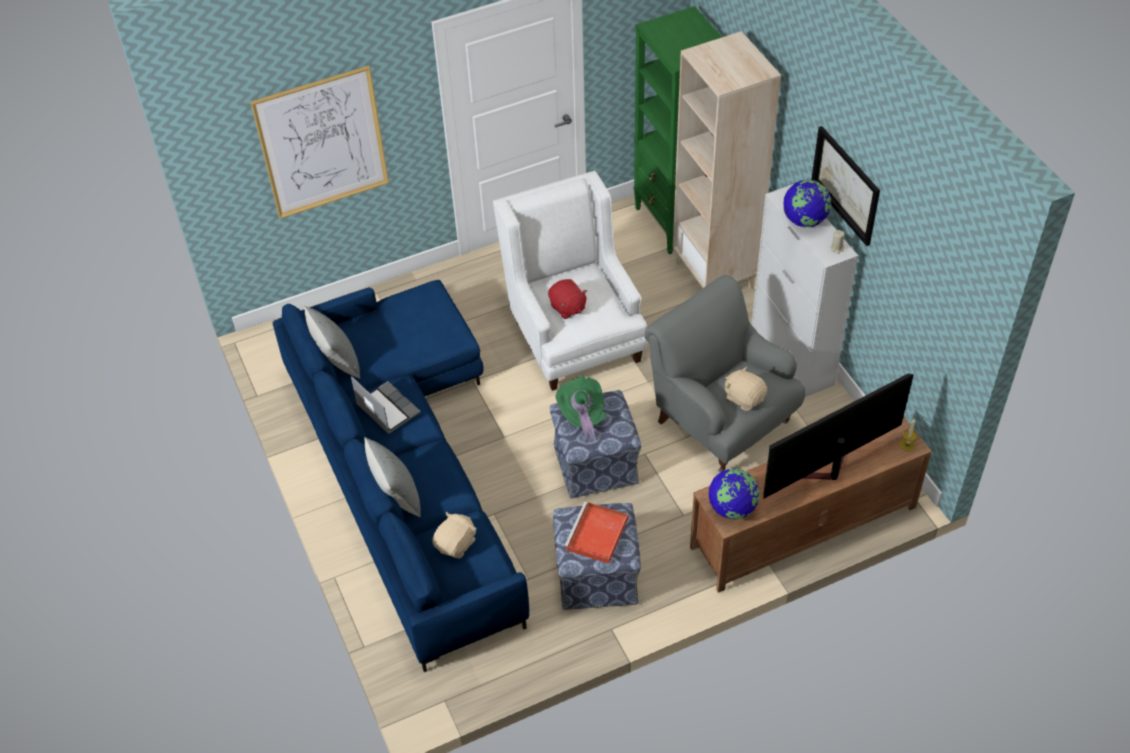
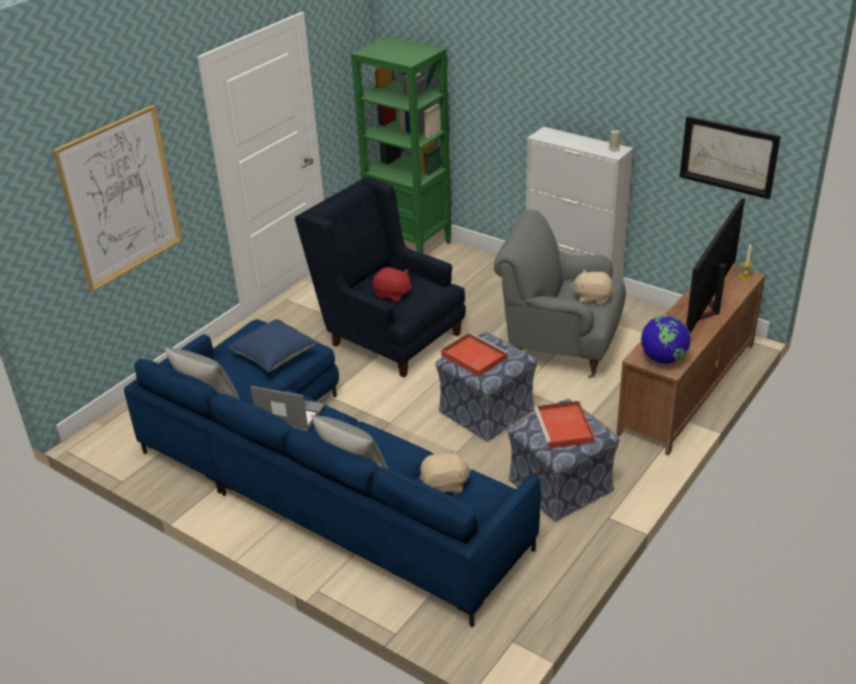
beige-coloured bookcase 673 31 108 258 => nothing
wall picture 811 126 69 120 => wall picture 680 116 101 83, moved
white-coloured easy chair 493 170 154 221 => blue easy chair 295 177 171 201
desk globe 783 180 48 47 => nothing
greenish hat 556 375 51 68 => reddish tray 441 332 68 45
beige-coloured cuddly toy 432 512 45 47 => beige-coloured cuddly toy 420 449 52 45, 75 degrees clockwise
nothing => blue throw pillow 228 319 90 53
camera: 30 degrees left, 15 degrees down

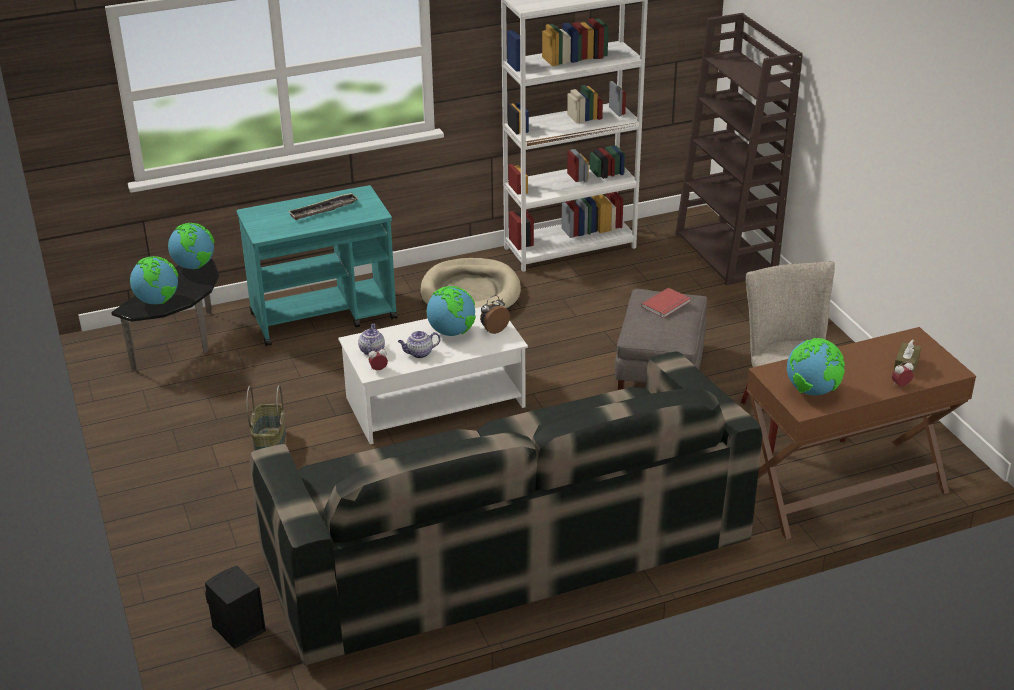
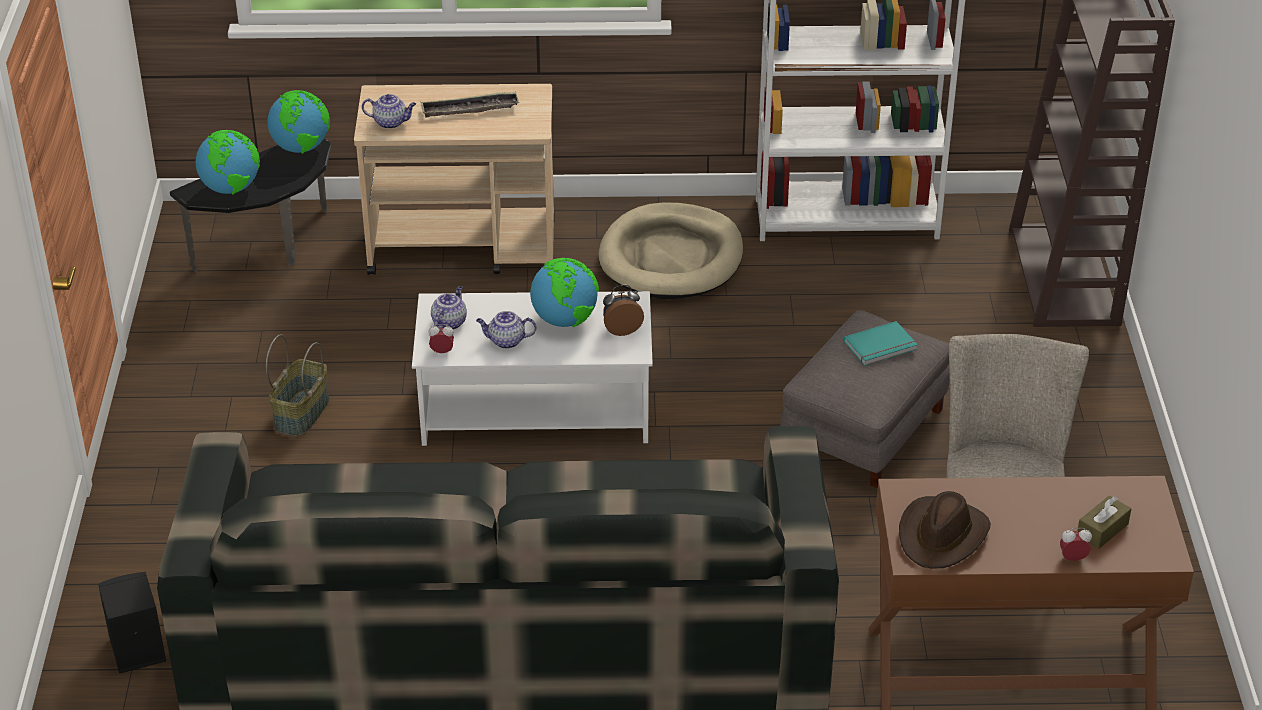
blue-green trolley 237 185 160 161 => beige-coloured trolley 354 84 200 191
reddish bound book 641 288 50 30 => blue-green bound book 844 321 74 45
desk globe 787 338 58 57 => brown-coloured hat 899 491 92 78
nothing => pot for tea 362 94 54 35
camera: 20 degrees right, 5 degrees up

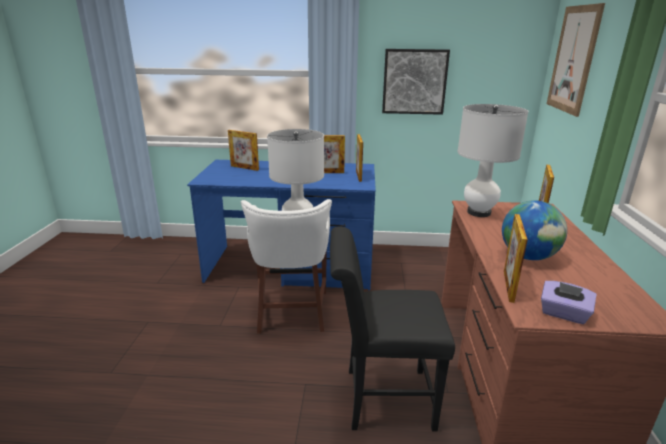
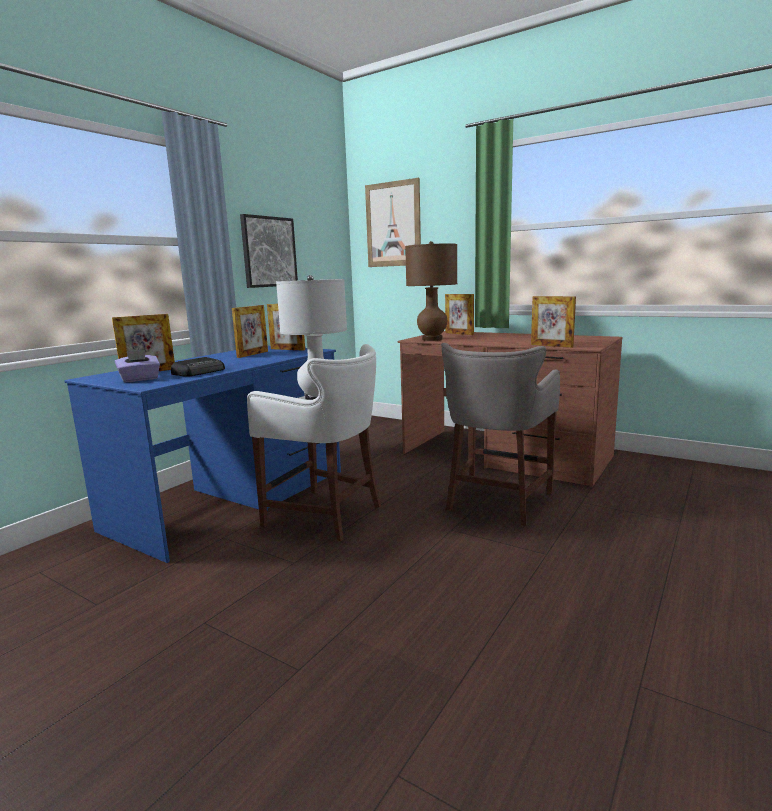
white-coloured table lamp 457 104 71 113 => brown-coloured table lamp 405 241 52 100
desk globe 502 200 65 60 => nothing
black upright chair 330 226 125 205 => greyish stool seat 441 343 119 183
purple box of tissues 541 281 55 43 => purple box of tissues 115 350 45 32, moved
nothing => radio 171 357 54 20
camera: 60 degrees left, 10 degrees down

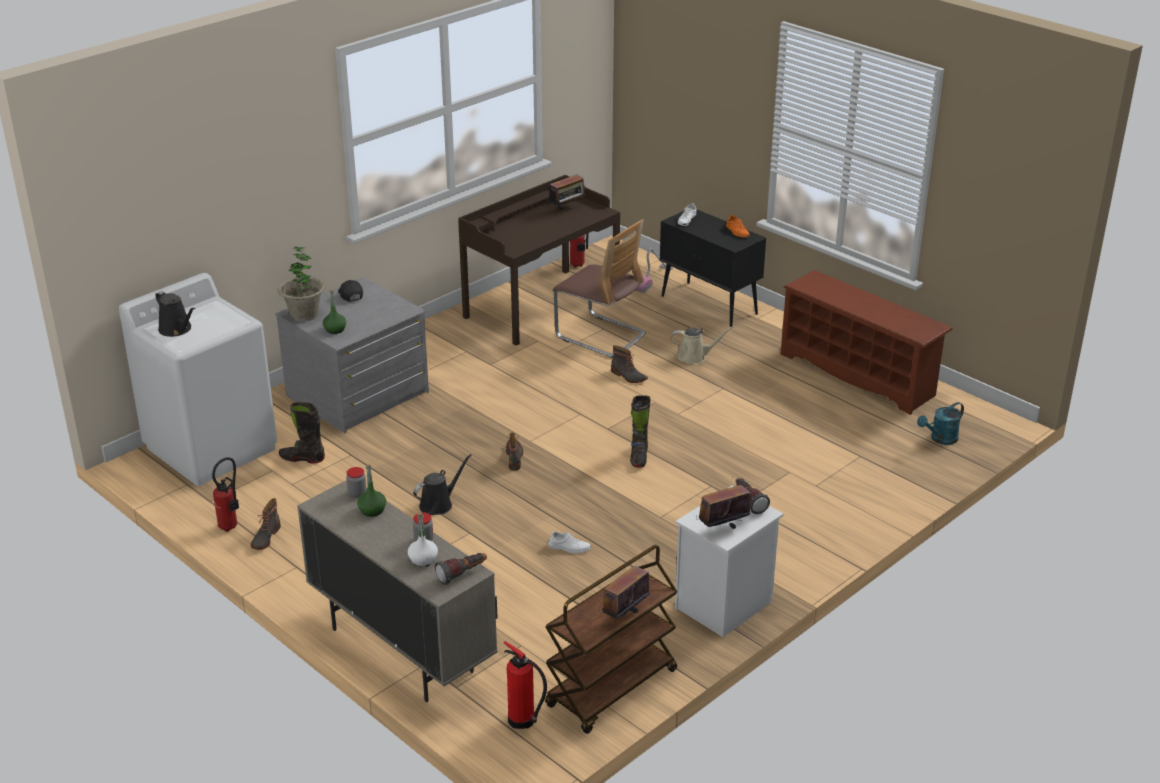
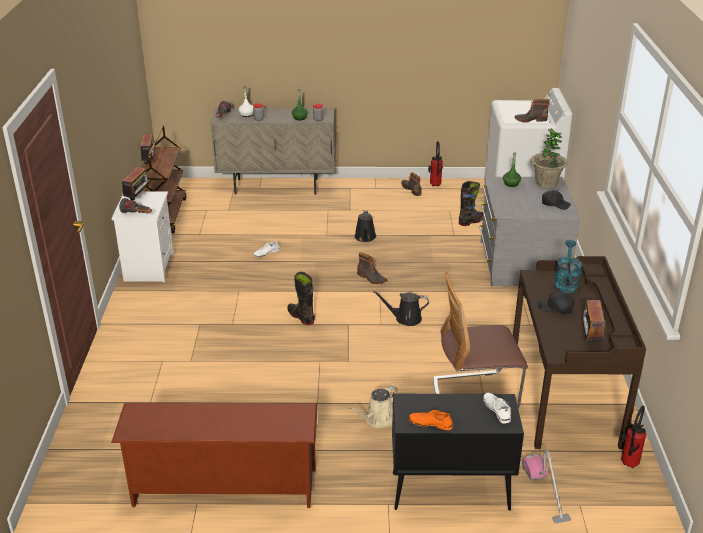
black watering can 155 291 40 46 => black watering can 373 291 56 35, moved
boot 611 345 37 38 => boot 515 99 35 24, moved
blue-green watering can 917 402 47 43 => blue-green watering can 554 240 28 53, moved
extinguisher 504 641 43 88 => nothing
nothing => black baseball cap 538 292 37 22
camera: 135 degrees right, 0 degrees up

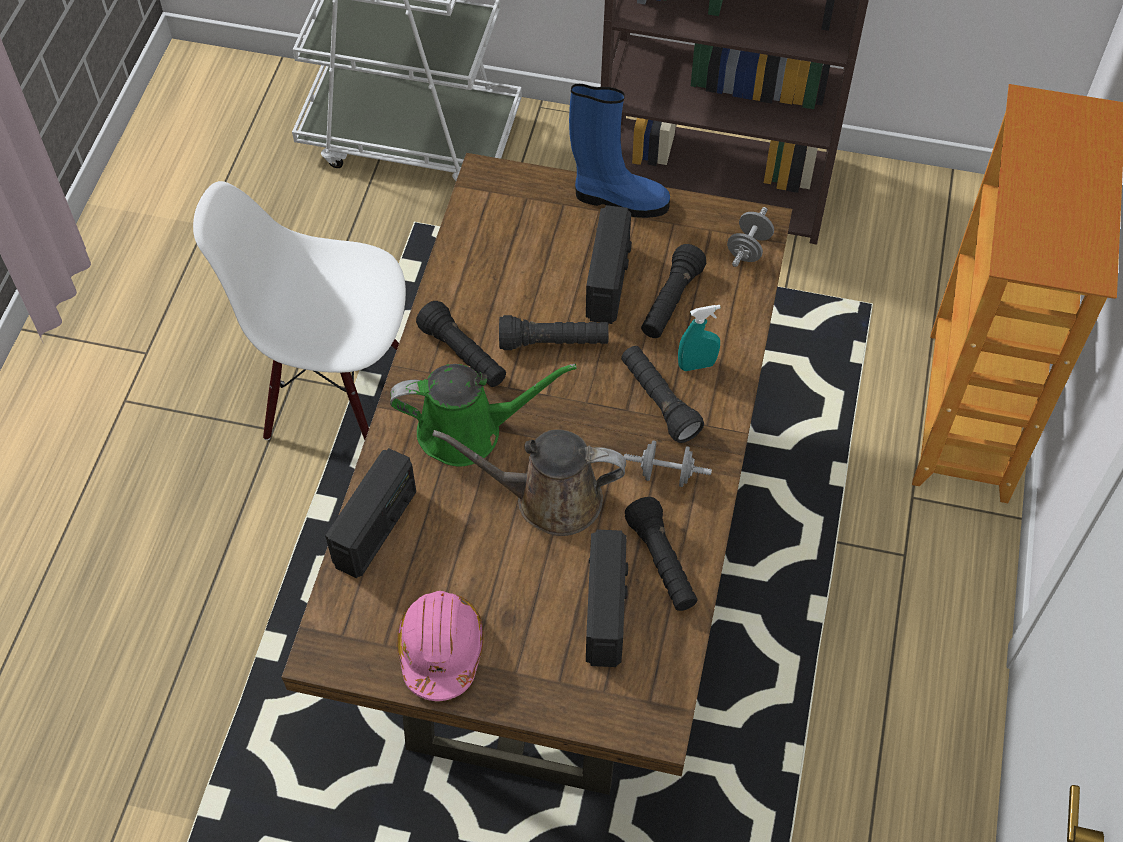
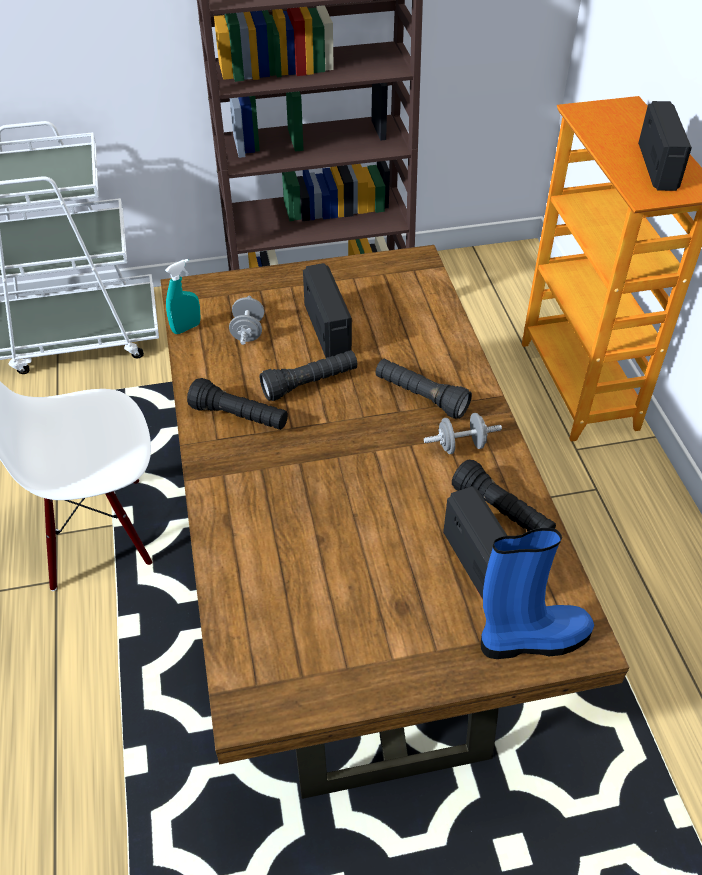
blue boot 569 84 101 134 => blue boot 481 528 113 131, moved
greyish free weight 727 207 47 60 => greyish free weight 229 296 35 49, moved
black flashlight 641 244 65 94 => nothing
blue-green sprayer 678 305 43 66 => blue-green sprayer 165 259 35 75, moved
greenish watering can 390 364 187 103 => nothing
brown-coloured watering can 433 429 193 107 => nothing
radio 325 448 91 130 => radio 638 101 54 90, moved
pink-coloured safety helmet 397 591 86 110 => nothing
camera: 25 degrees left, 10 degrees down

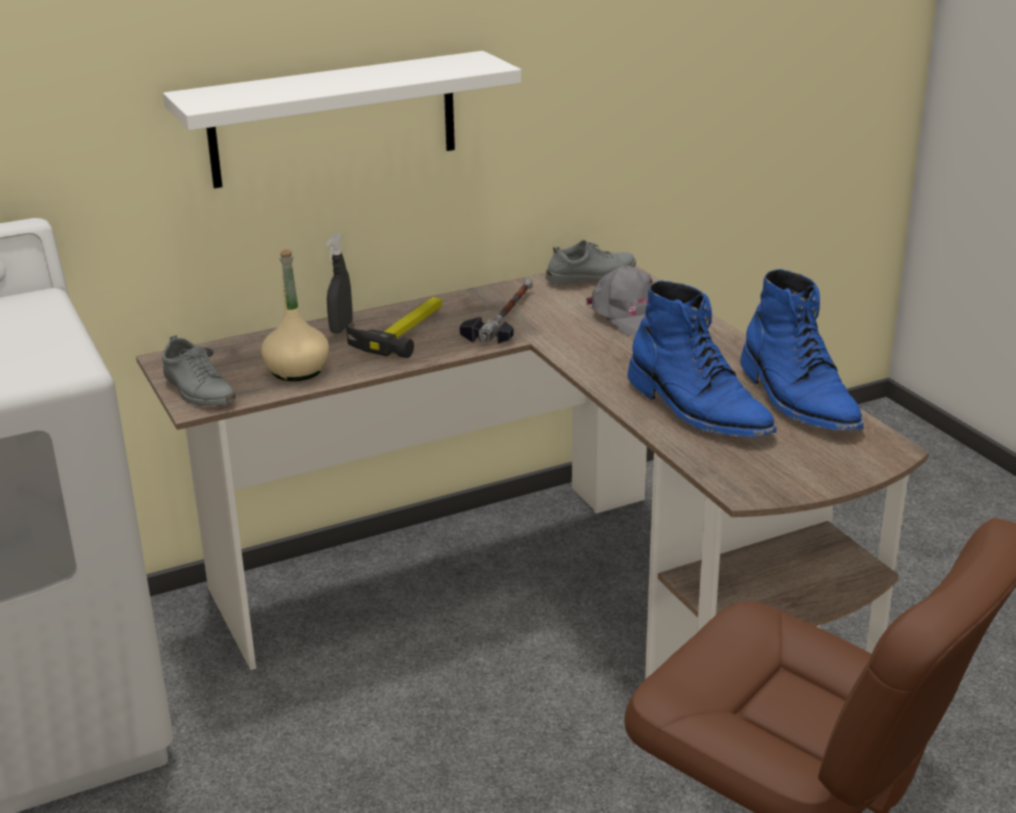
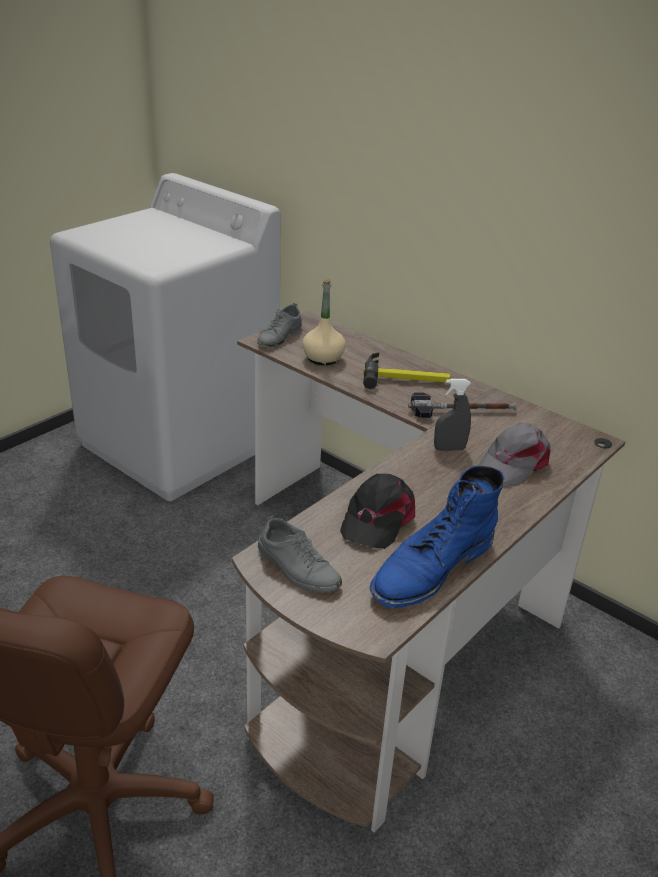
white-coloured bracket shelf 163 51 358 137 => nothing
greyish sprayer 326 233 27 101 => greyish sprayer 434 379 37 72, moved
greyish shoe 546 240 90 44 => greyish shoe 258 515 84 77, moved
blue boot 627 280 149 157 => black baseball cap 340 474 75 75
camera: 65 degrees right, 5 degrees up

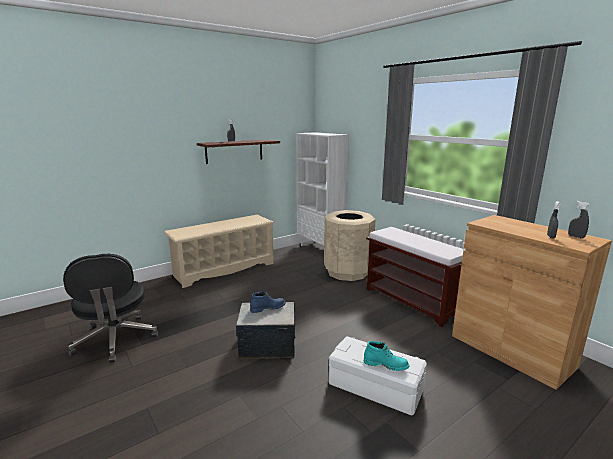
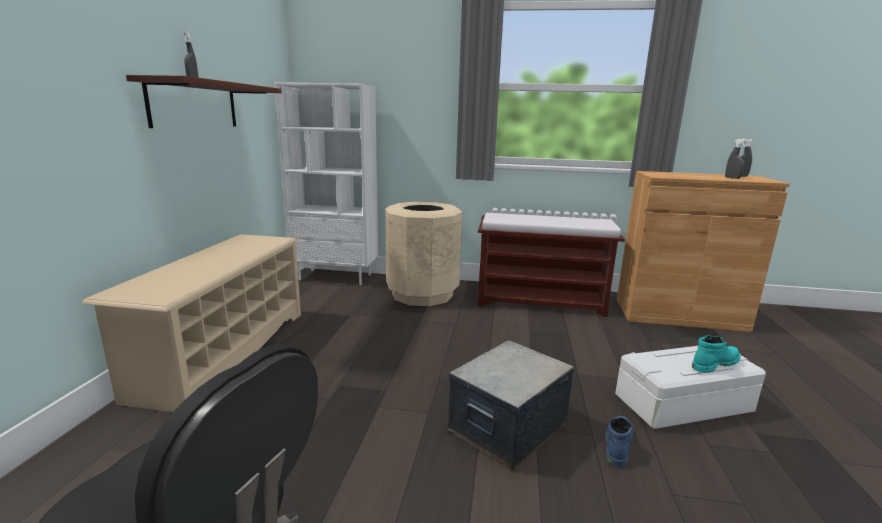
blue boot 250 291 36 22 => blue boot 606 416 27 51, moved
camera: 45 degrees left, 0 degrees up

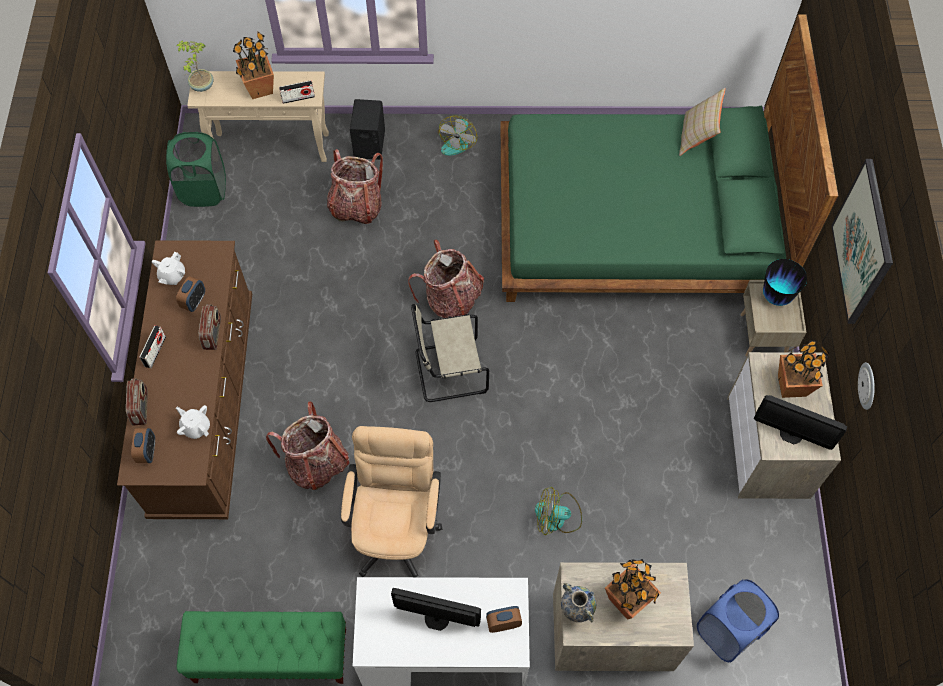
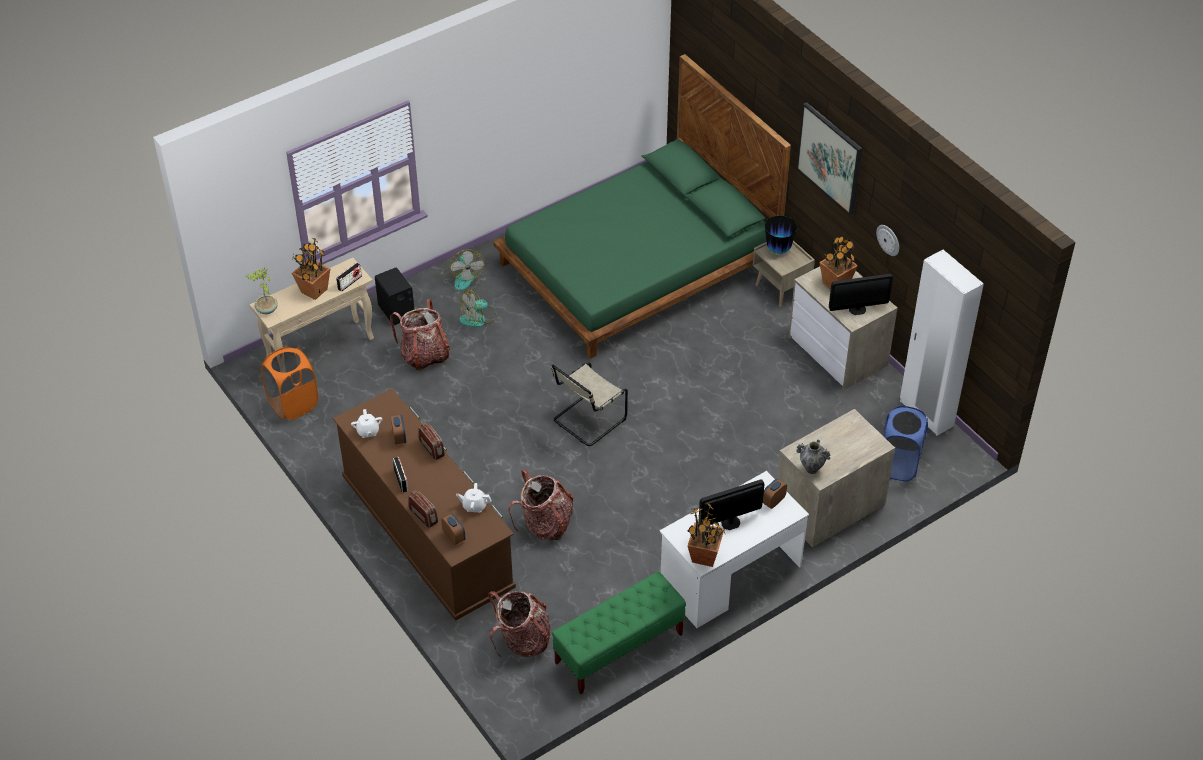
beige-coloured throw pillow 679 88 46 68 => nothing
greenish hamper 166 132 60 75 => orange hamper 261 347 57 73
backpack 408 239 76 79 => backpack 488 591 62 66, moved
beige-coloured computer chair 341 426 101 151 => nothing
electric fan 535 487 47 48 => electric fan 459 289 38 39, moved
houseplant 605 559 56 60 => houseplant 688 502 37 65, moved
nothing => white-coloured wardrobe 900 250 84 186
camera: 35 degrees left, 15 degrees down

